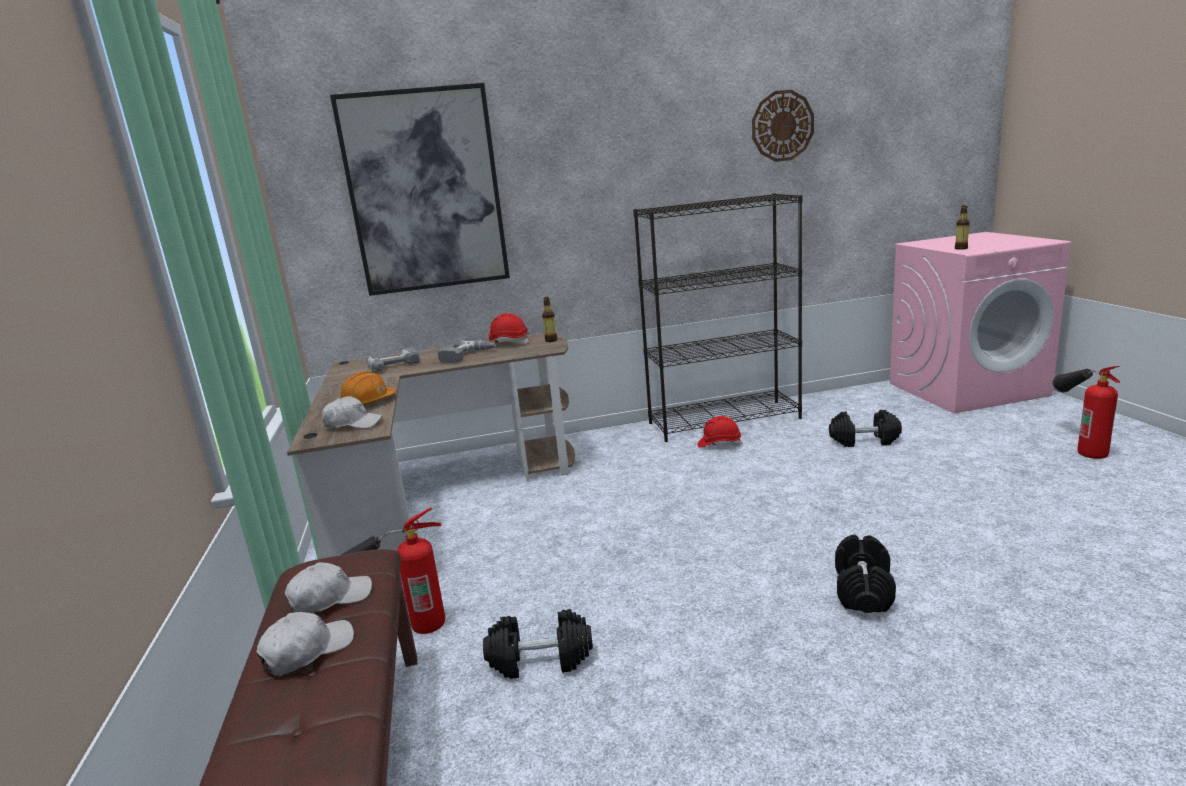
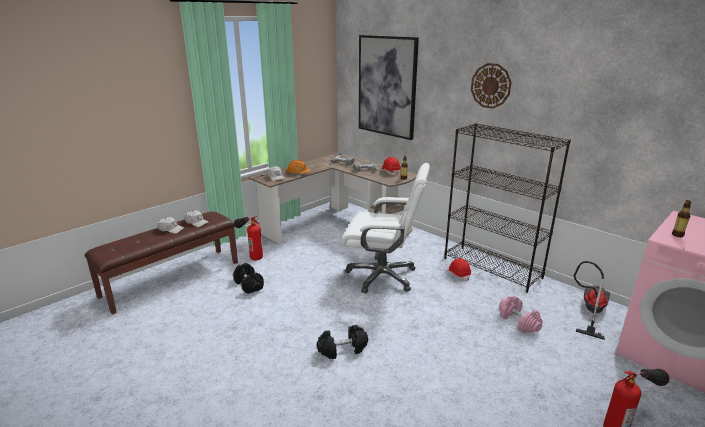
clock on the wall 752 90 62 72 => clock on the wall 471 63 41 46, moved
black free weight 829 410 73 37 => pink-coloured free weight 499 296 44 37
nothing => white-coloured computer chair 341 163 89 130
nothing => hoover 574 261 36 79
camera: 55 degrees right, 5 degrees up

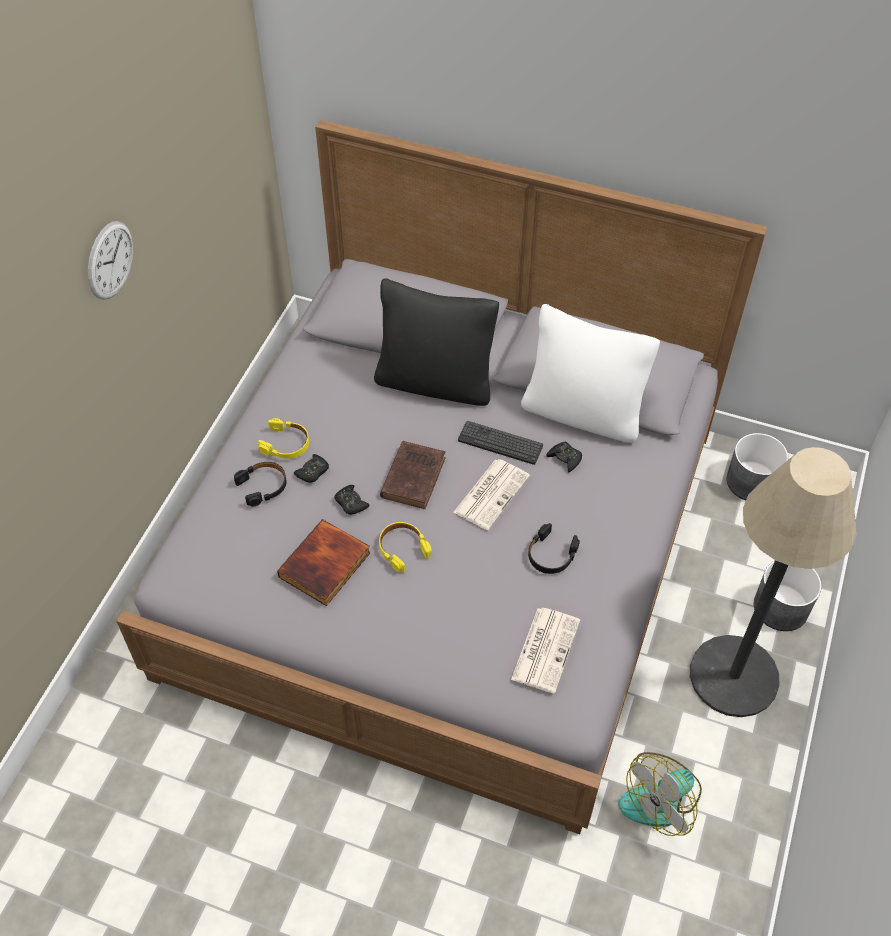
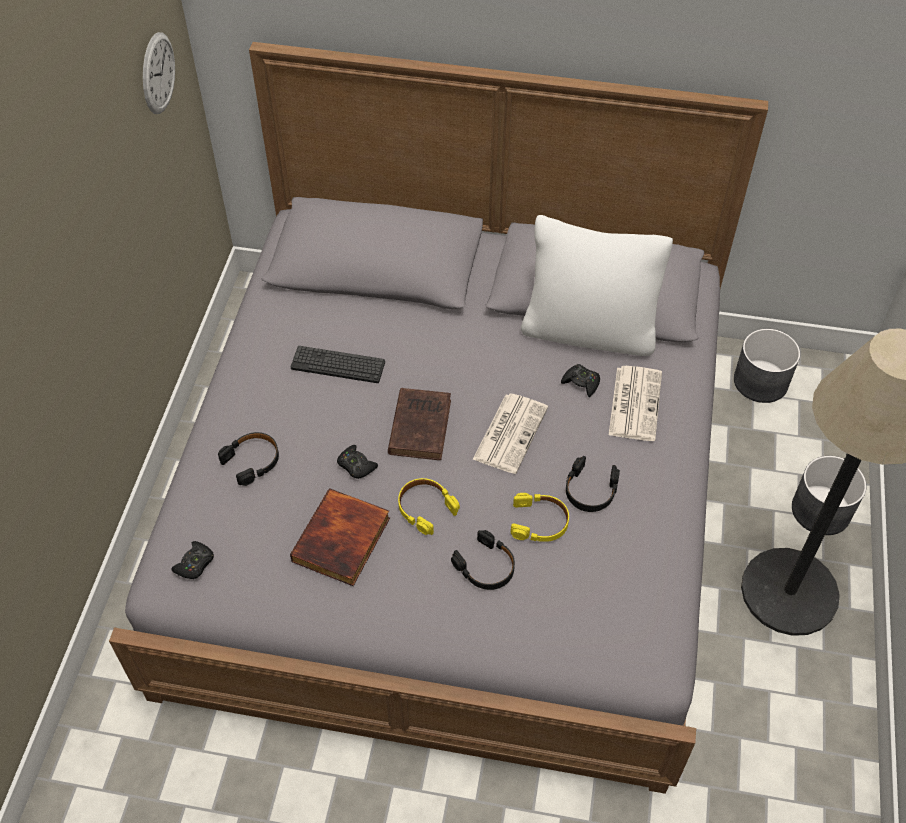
clock on the wall 88 221 45 79 => clock on the wall 143 32 32 82, moved
black throw pillow 374 278 125 128 => nothing
yellowish pair of headphones 258 418 51 41 => yellowish pair of headphones 511 493 58 49, moved
computer keyboard 458 421 85 44 => computer keyboard 291 346 94 37, moved
black gamepad 294 454 35 29 => black gamepad 171 541 43 38, moved
printed paper 511 608 69 85 => printed paper 609 366 53 75, moved
electric fan 618 752 84 84 => nothing
nothing => black pair of headphones 451 530 64 60
camera: 10 degrees left, 0 degrees up

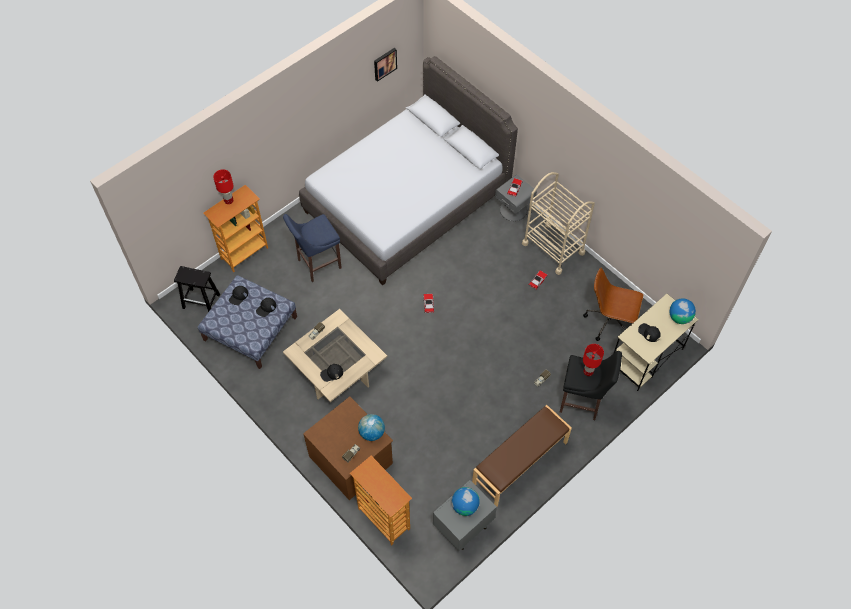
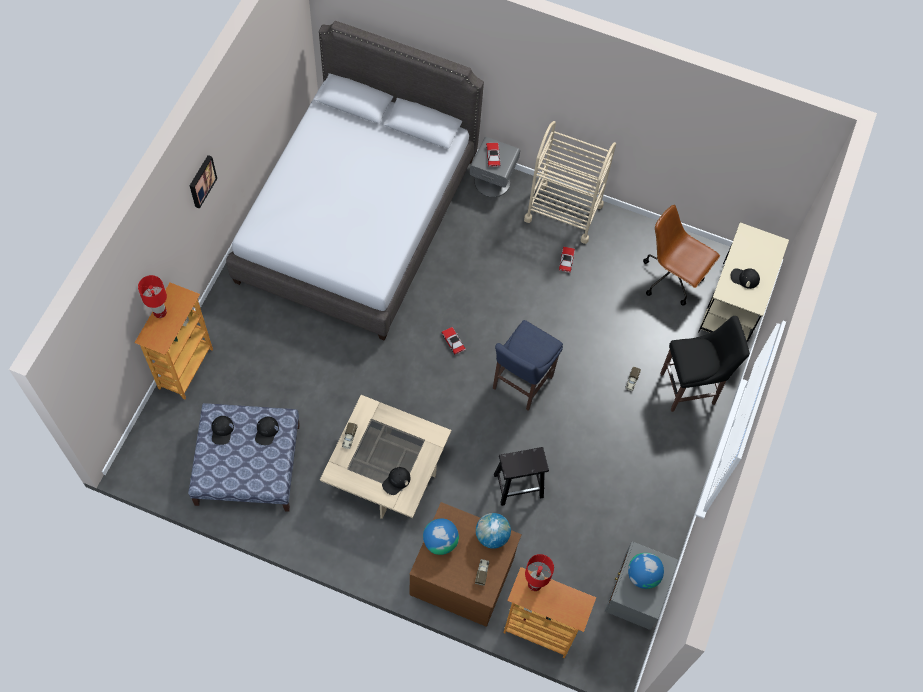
wall picture 374 48 23 34 => wall picture 190 155 27 54, moved
blue stool seat 283 214 59 68 => blue stool seat 493 320 70 91, moved
black stool seat 174 266 46 46 => black stool seat 494 447 55 59, moved
brown-coloured computer chair 583 268 61 73 => brown-coloured computer chair 643 205 77 101, 45 degrees clockwise
desk globe 670 299 26 25 => desk globe 423 518 36 37, moved
reddish table lamp 583 344 21 32 => reddish table lamp 525 554 29 37, moved
brown-coloured bench 472 405 100 102 => nothing
camera: 30 degrees left, 5 degrees up

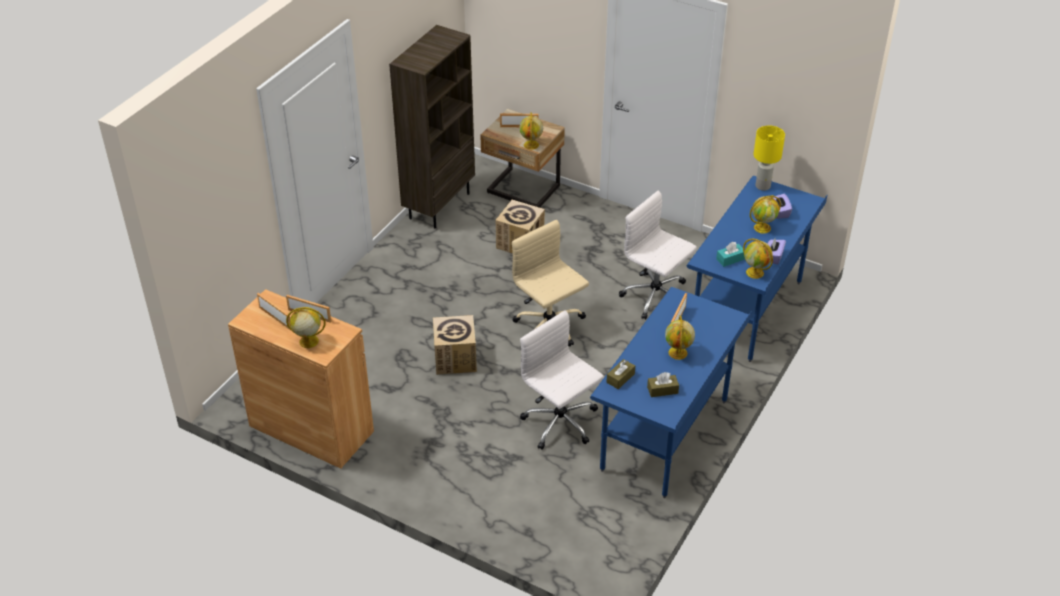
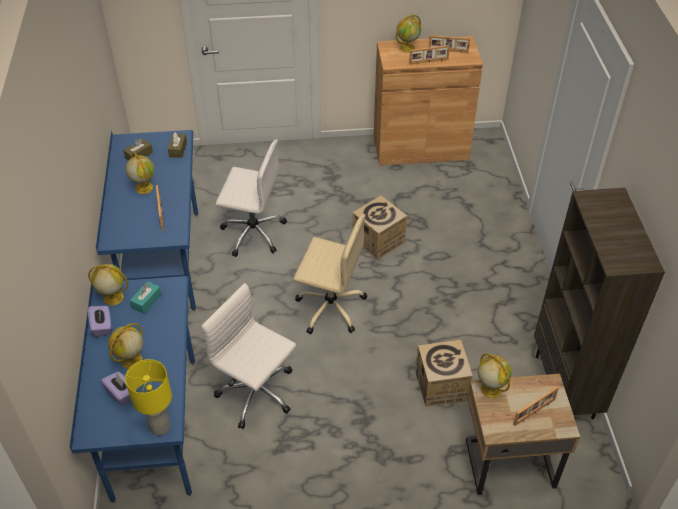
white-coloured computer chair 619 191 78 129 => white-coloured computer chair 202 283 94 146, 150 degrees counterclockwise
camera: 145 degrees right, 5 degrees up

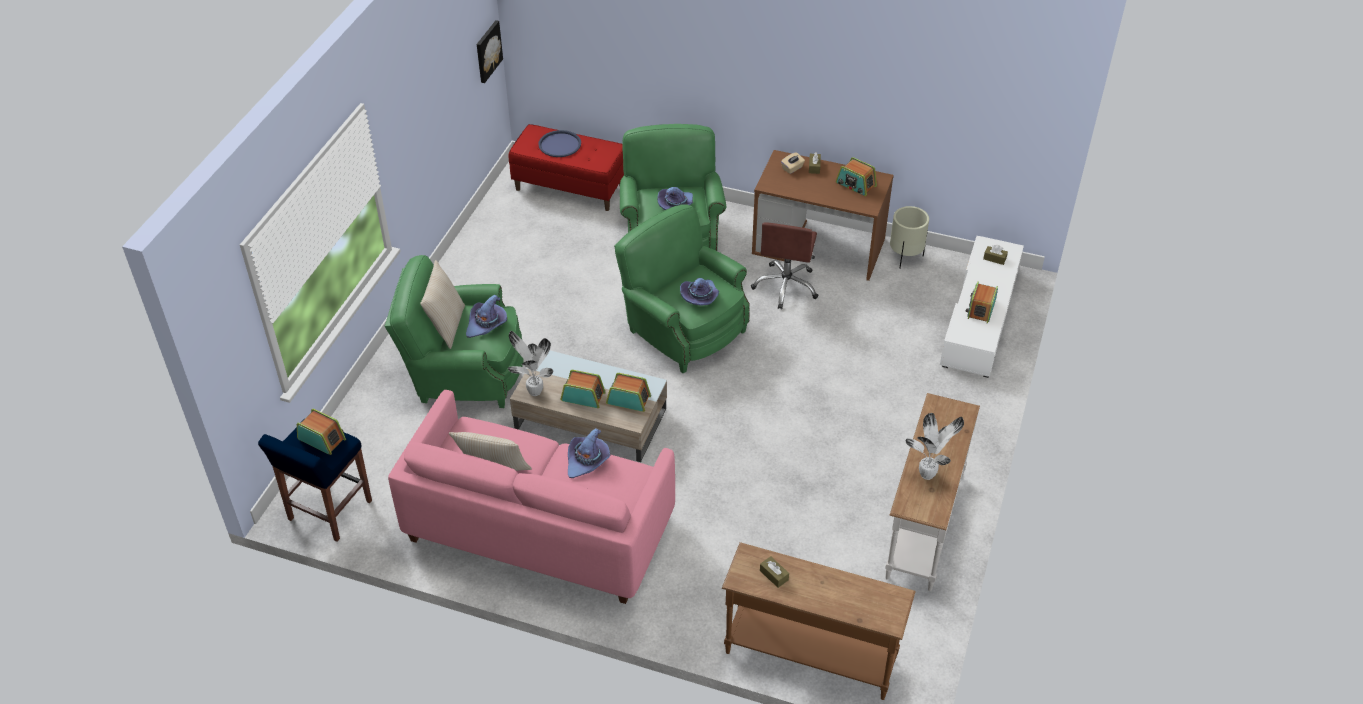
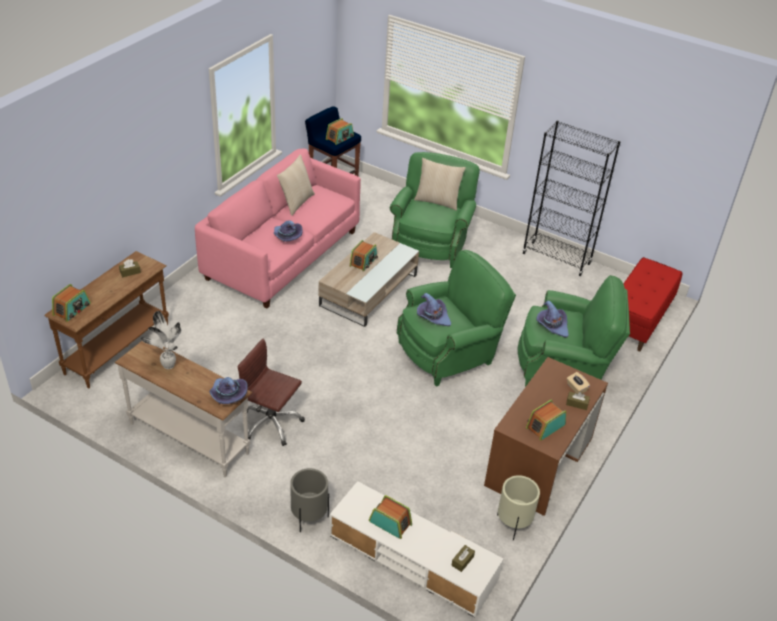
wall picture 477 20 26 63 => nothing
blue tray 538 130 43 27 => nothing
brown-coloured computer chair 751 222 67 87 => brown-coloured computer chair 237 339 68 107, moved
purple hat 466 295 41 43 => purple hat 209 377 39 27, moved
houseplant 508 331 45 65 => nothing
radio 606 373 45 39 => radio 52 284 38 38, moved
nothing => black bookcase 522 120 99 156
nothing => greyish flower pot 290 468 39 64
camera: 100 degrees right, 5 degrees down

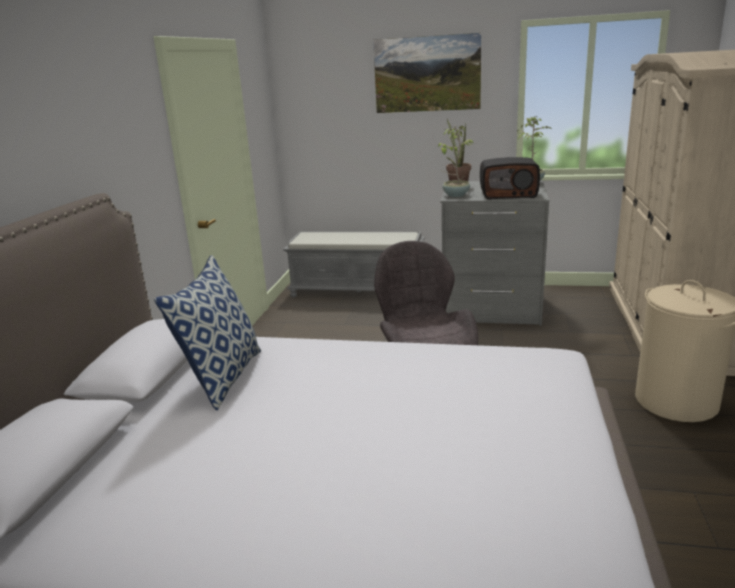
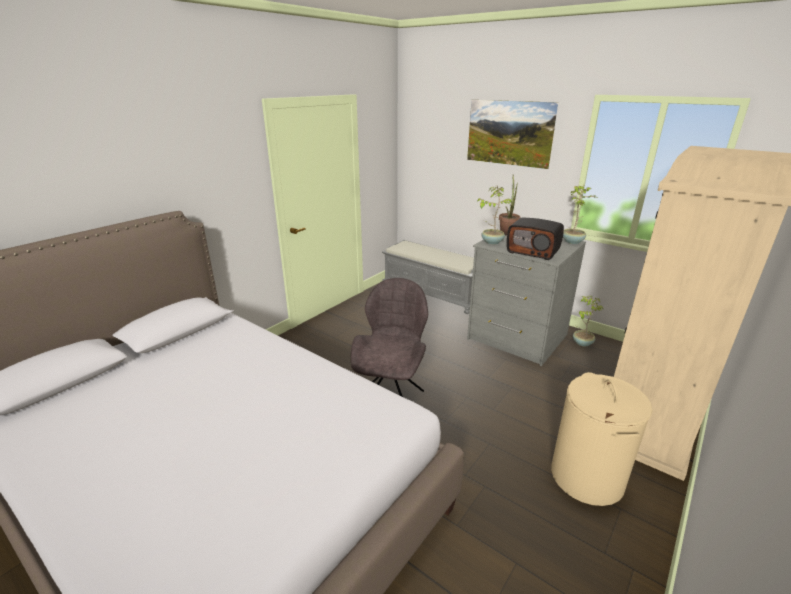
throw pillow 154 255 107 155 => nothing
nothing => houseplant 573 296 30 51
camera: 25 degrees right, 5 degrees up

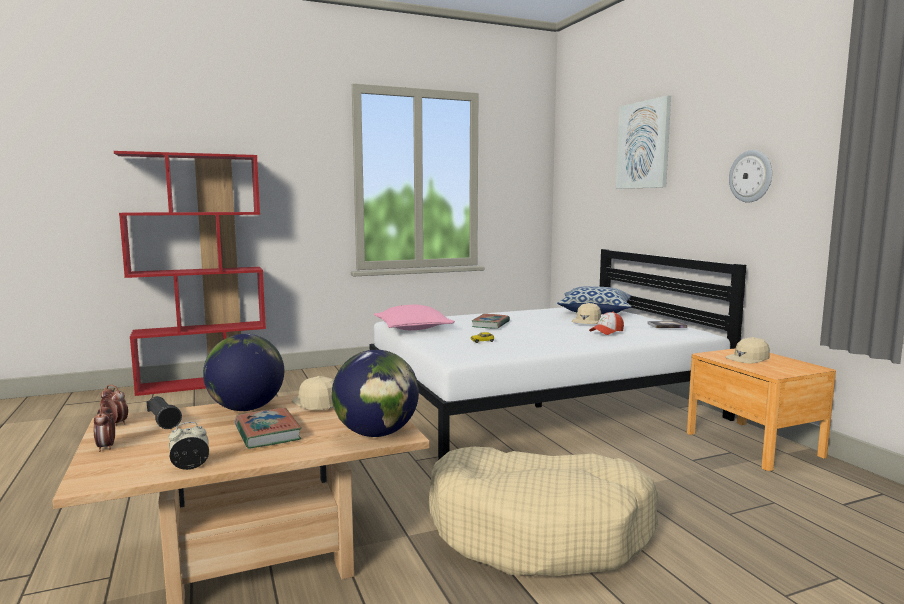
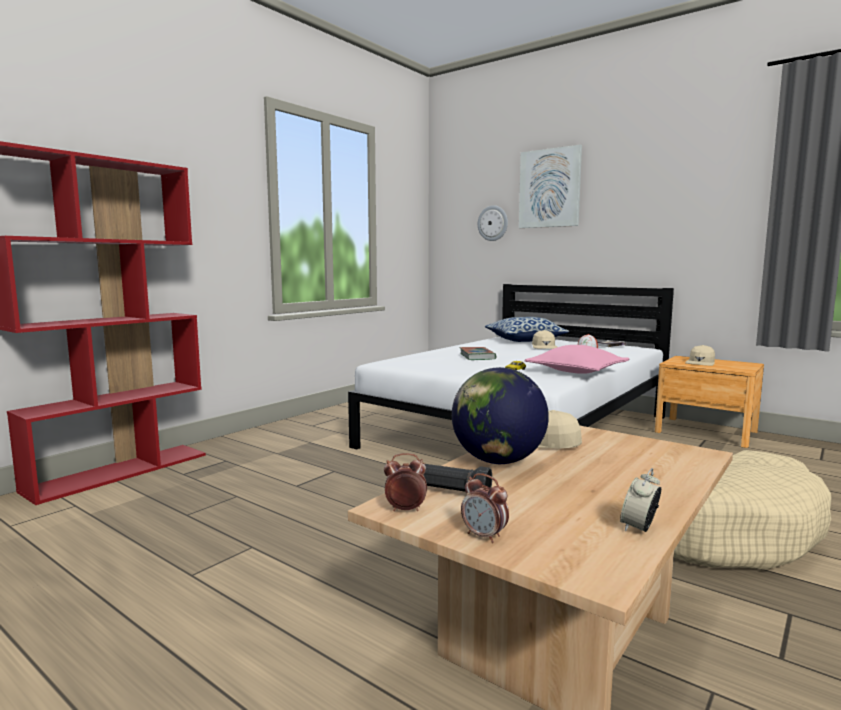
clock on the wall 729 150 43 53 => clock on the wall 478 205 30 36, moved
pink-coloured throw pillow 374 305 81 25 => pink-coloured throw pillow 525 345 104 29, moved
desk globe 332 350 87 87 => nothing
bound book 235 408 67 41 => nothing
camera: 30 degrees left, 0 degrees up

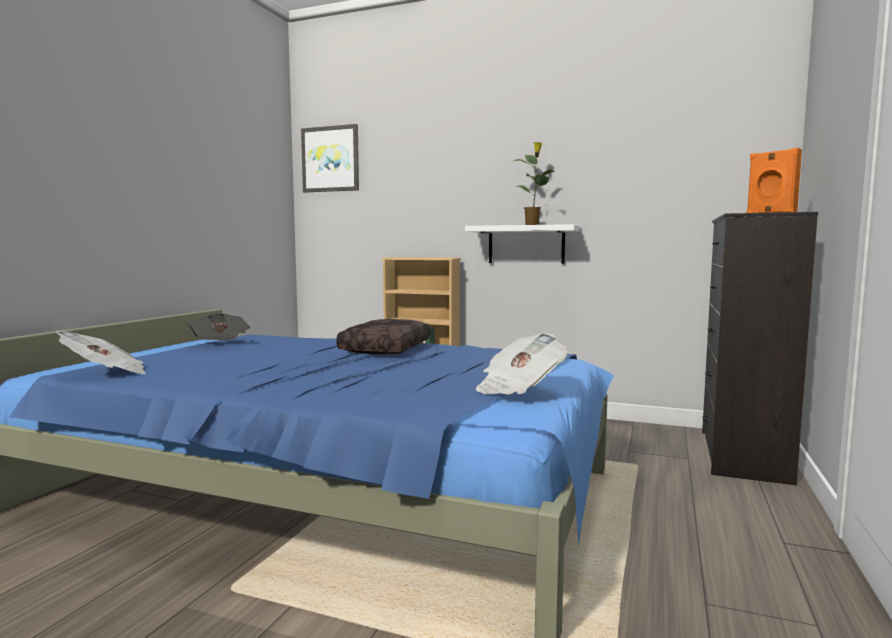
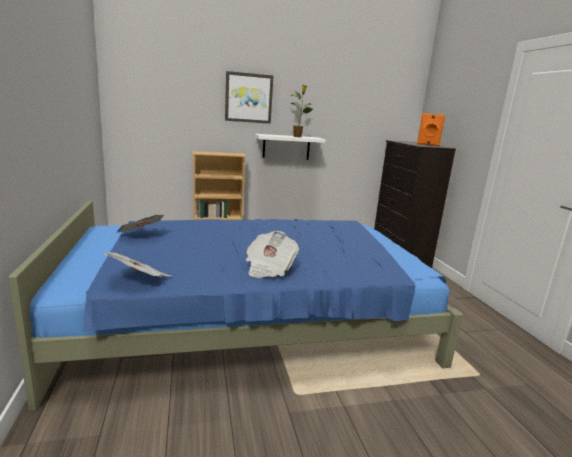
wall picture 301 124 58 69 => wall picture 225 71 48 53, moved
brown-coloured throw pillow 336 319 95 35 => nothing
printed paper 476 333 92 62 => printed paper 246 231 53 47, moved
camera: 35 degrees left, 10 degrees up

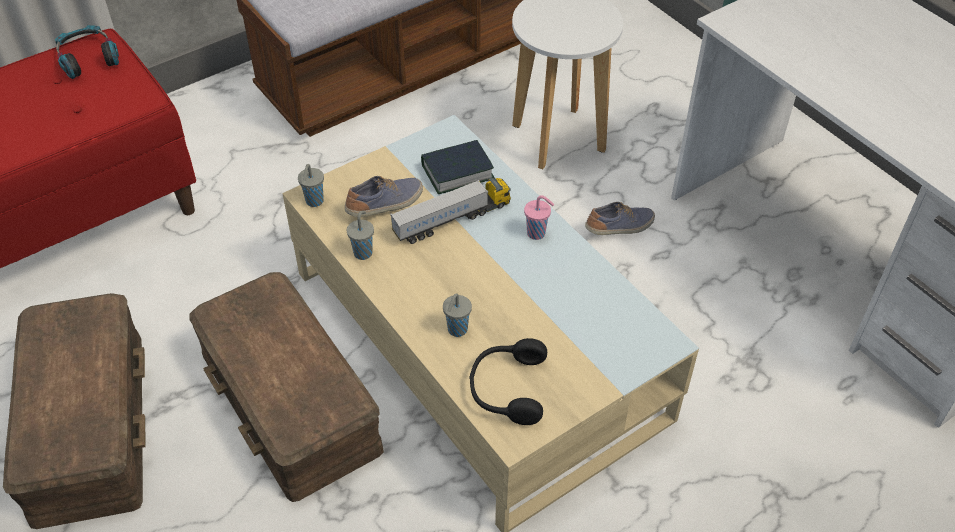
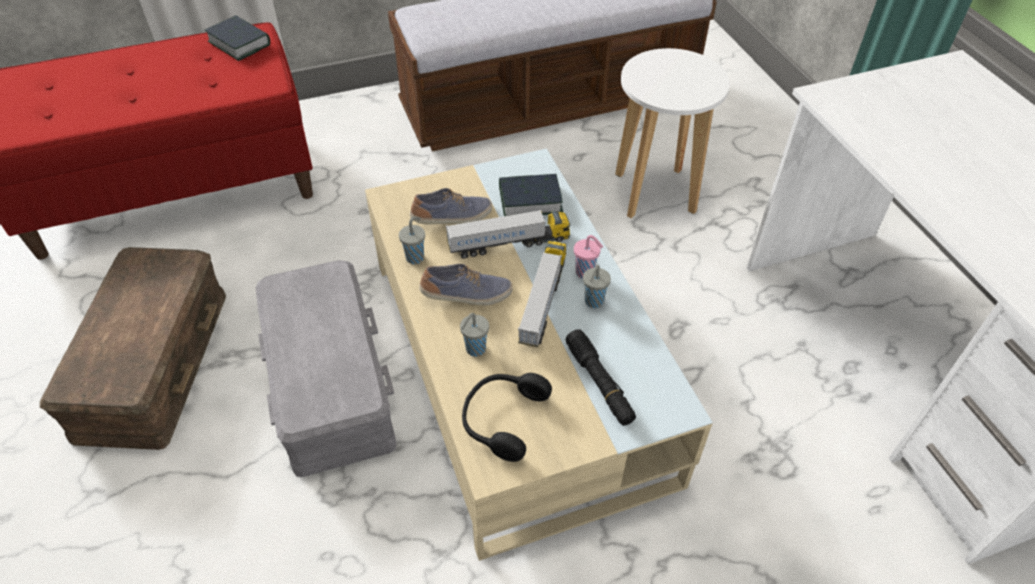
pair of headphones 55 25 64 54 => bound book 205 15 65 46
greyish drinking cup 298 164 26 43 => greyish drinking cup 583 265 28 43, moved
shoe 585 202 70 33 => shoe 419 264 94 42, moved
brown-coloured storage box 189 272 195 230 => greyish storage box 255 260 141 217
nothing => model truck 518 241 49 106
nothing => black flashlight 566 329 70 97
camera: 15 degrees right, 0 degrees up

